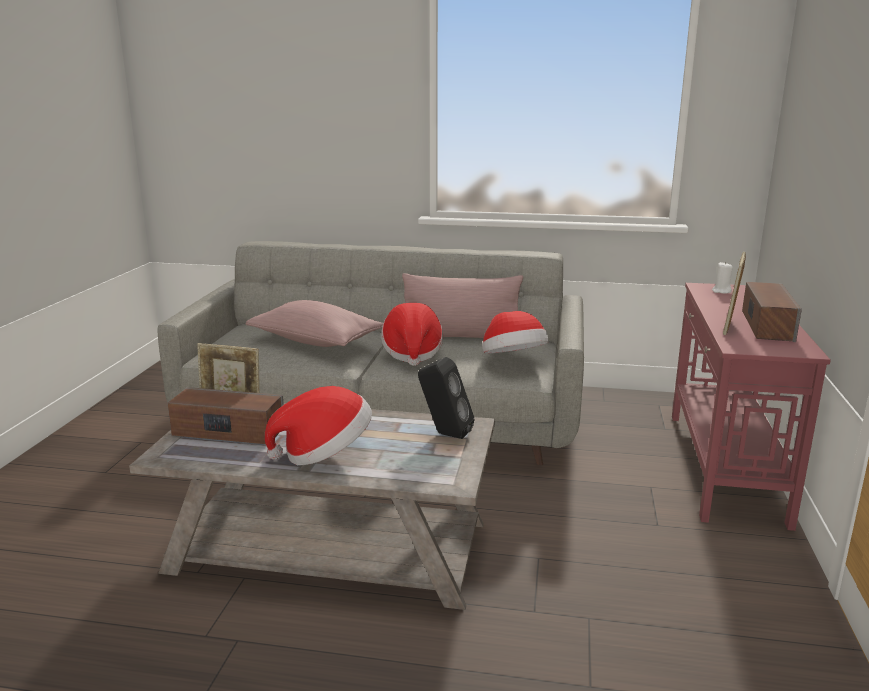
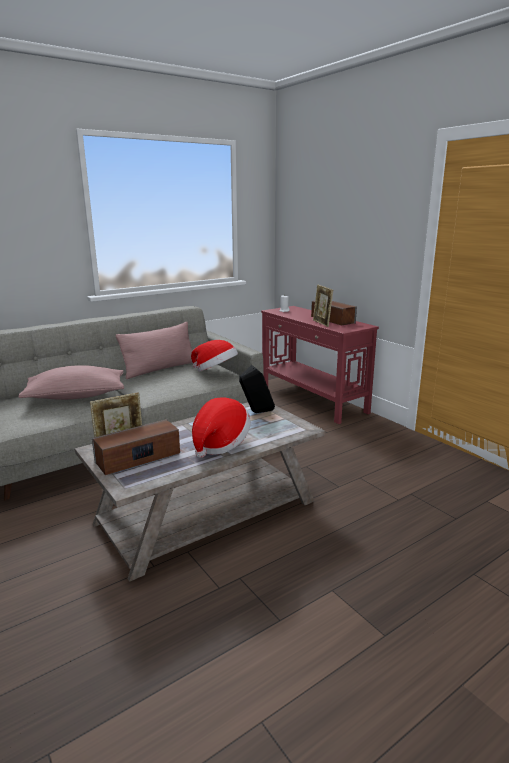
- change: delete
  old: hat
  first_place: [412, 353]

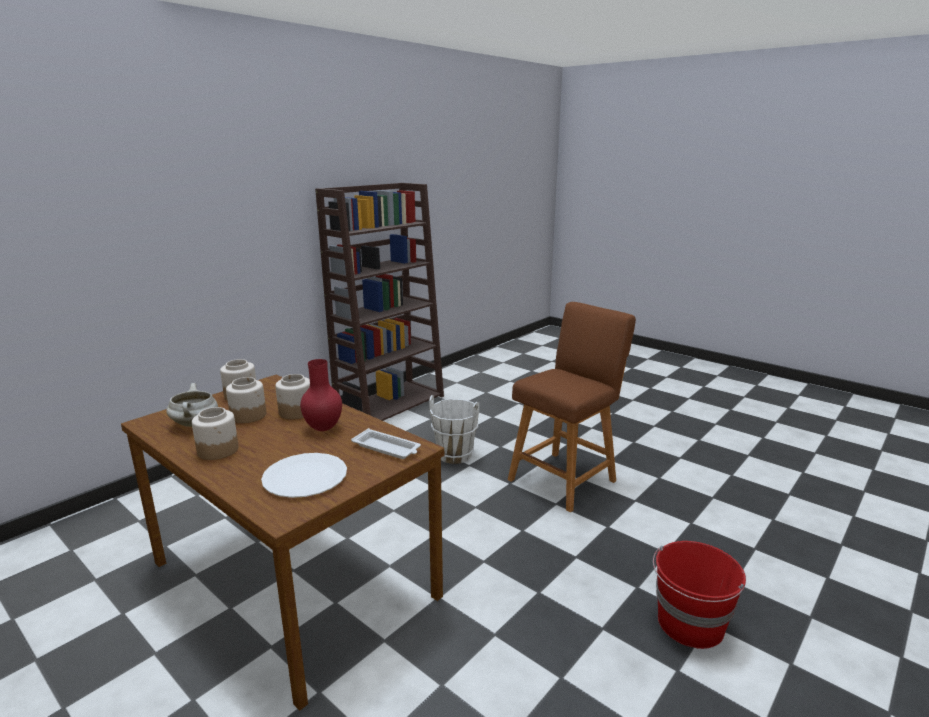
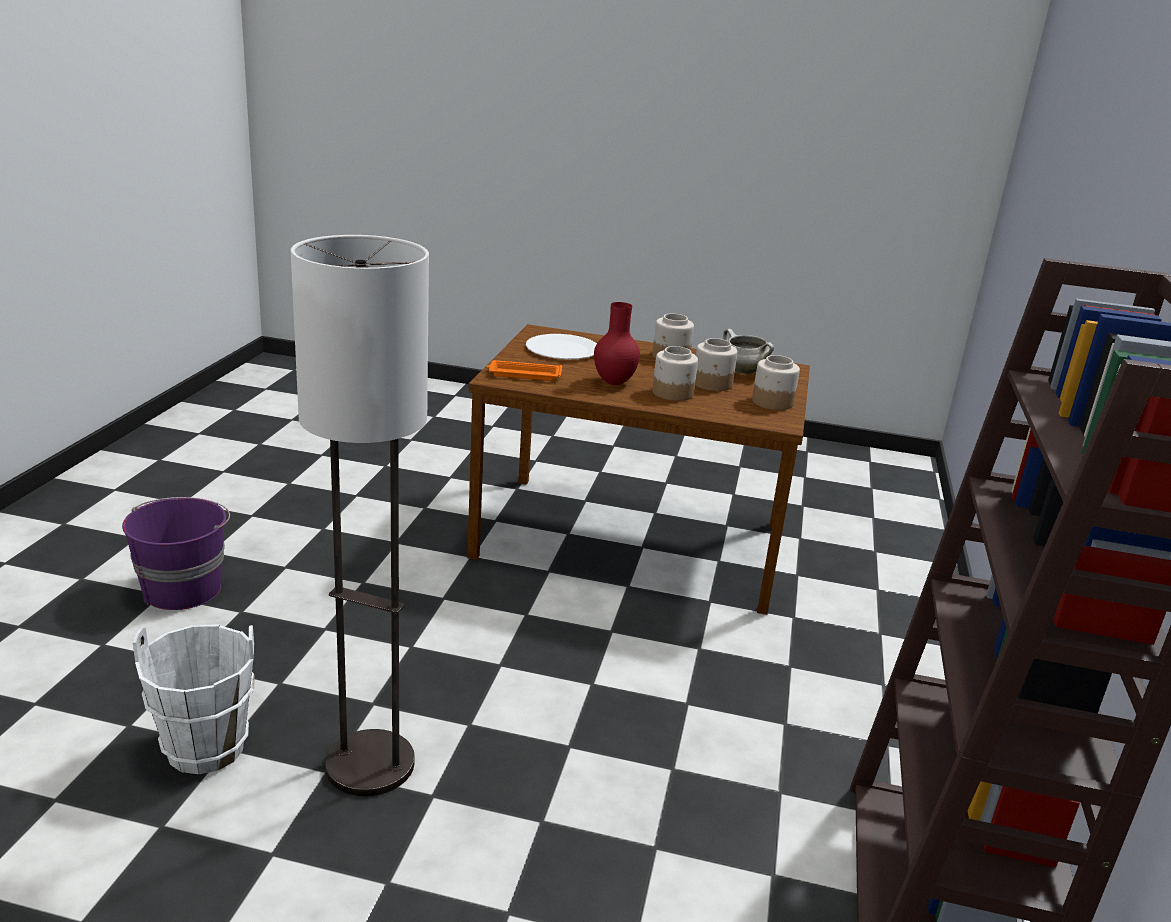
- change: recolor
  old: white tray
  new: orange tray
  first_place: [387, 448]
  second_place: [523, 374]
- change: move
  old: white pail
  first_place: [454, 455]
  second_place: [206, 749]
- change: replace
  old: brown-coloured stool
  new: standing lamp
  first_place: [565, 478]
  second_place: [369, 765]
- change: recolor
  old: reddish pail
  new: purple-coloured pail
  first_place: [690, 624]
  second_place: [183, 588]

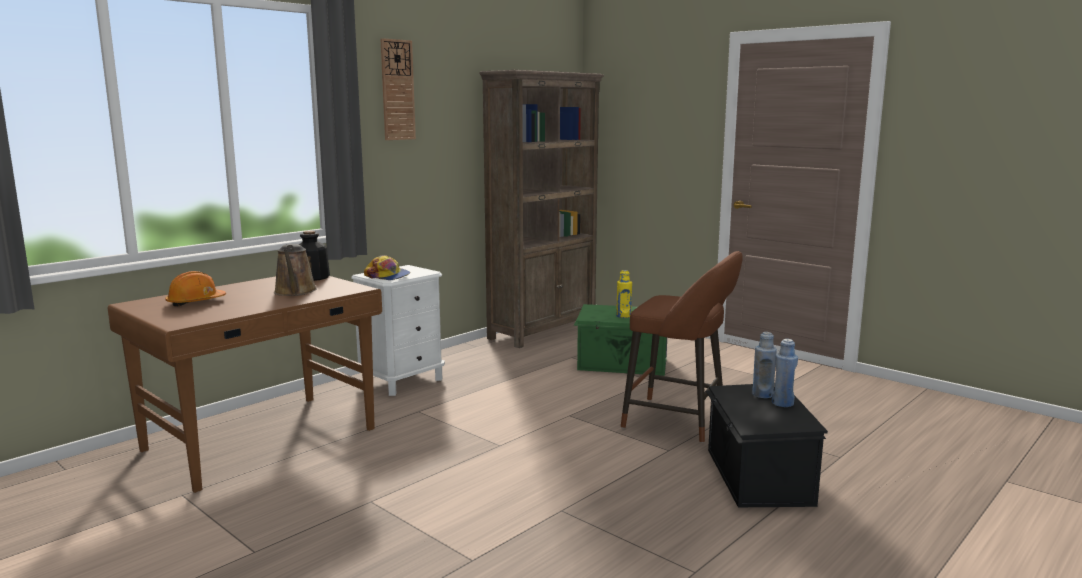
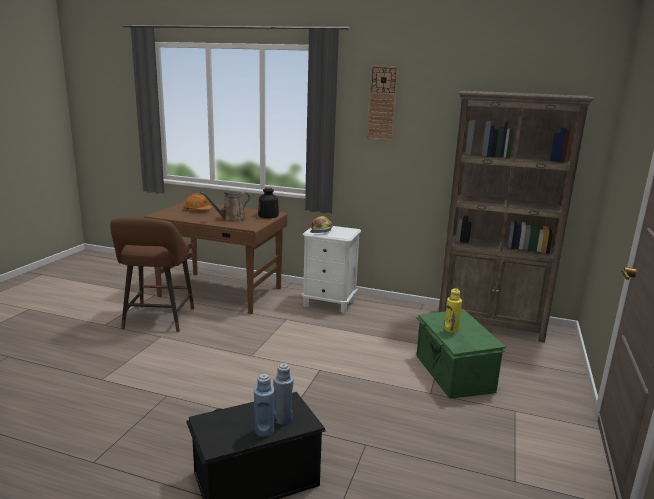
- change: move
  old: brown-coloured stool
  first_place: [680, 421]
  second_place: [157, 321]

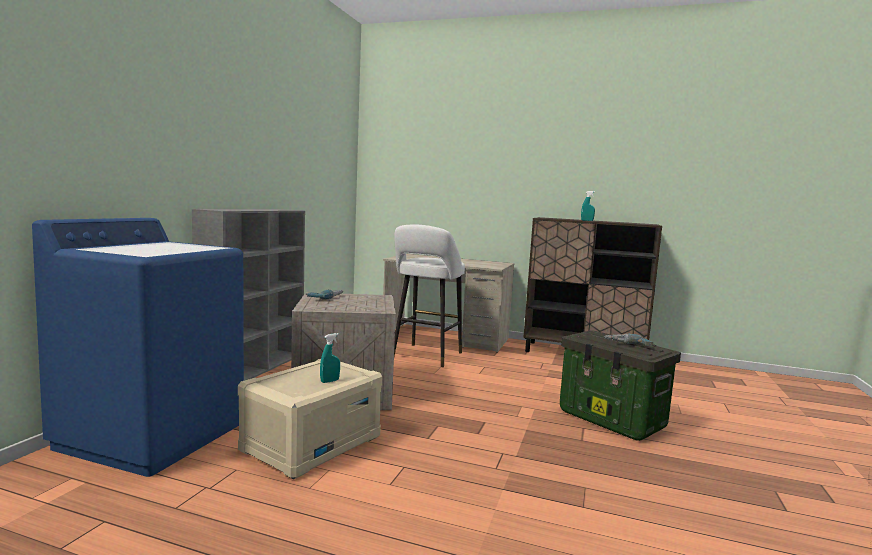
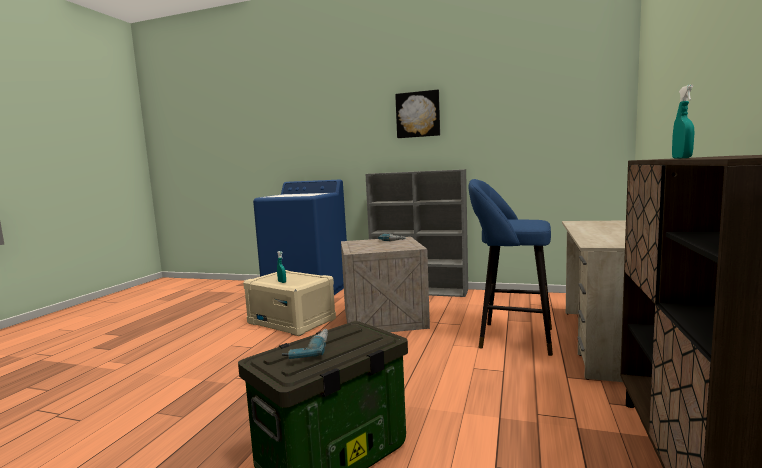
- change: recolor
  old: white stool
  new: blue-coloured stool
  first_place: [425, 356]
  second_place: [511, 337]
- change: insert
  new: wall art
  second_place: [418, 114]

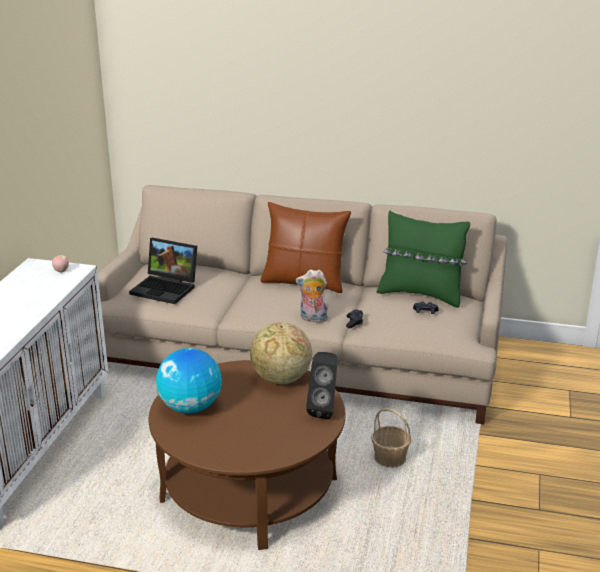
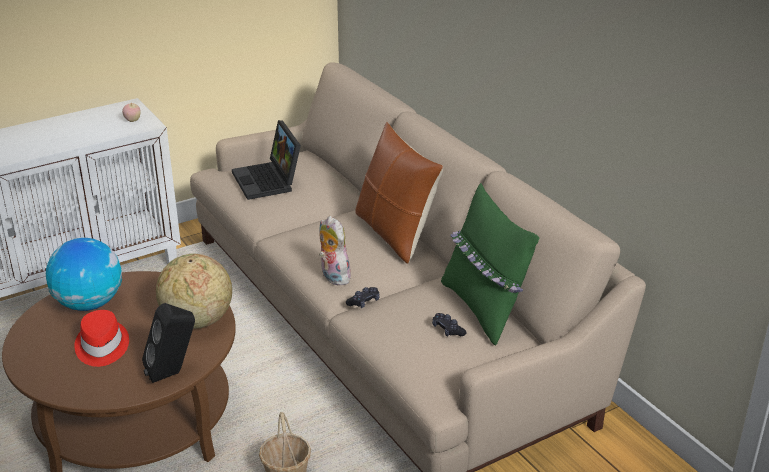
- change: insert
  new: reddish hat
  second_place: [101, 347]

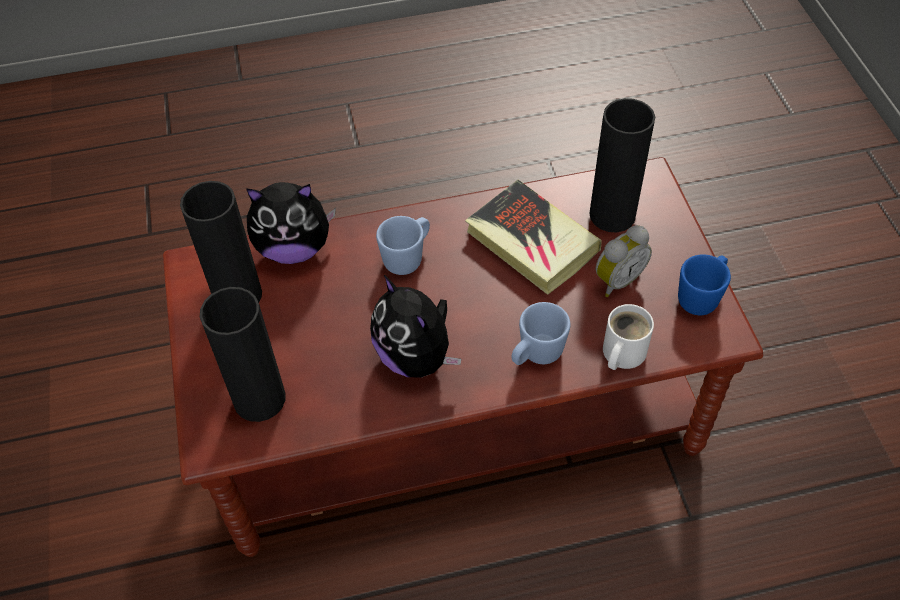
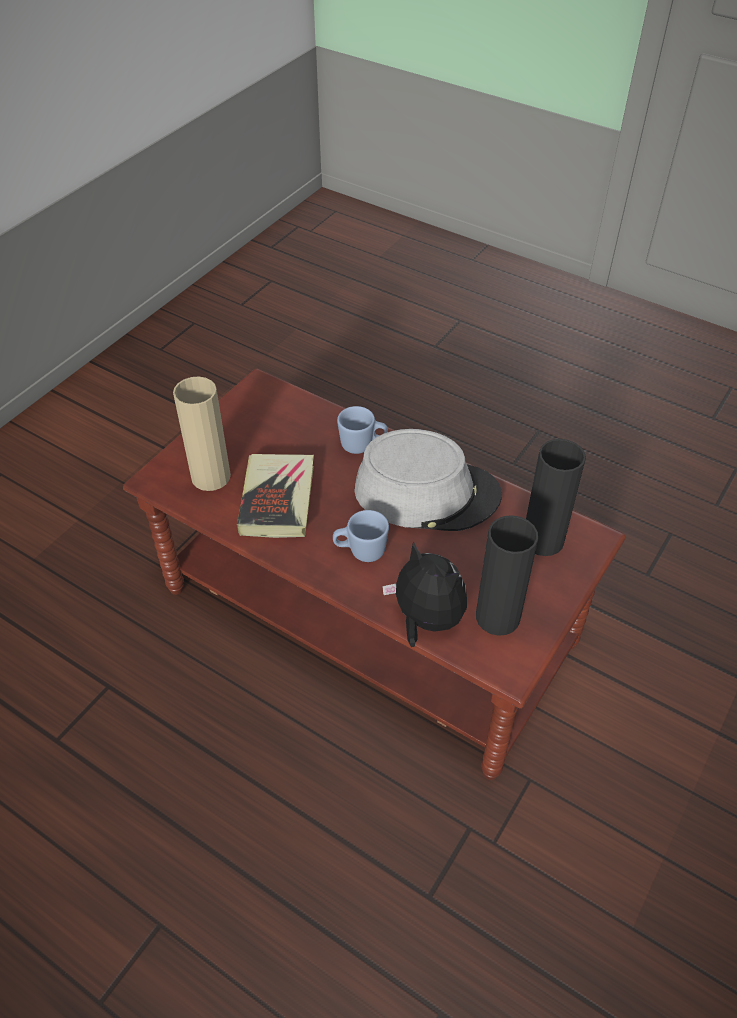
- change: replace
  old: cuddly toy
  new: grey hat
  first_place: [416, 357]
  second_place: [427, 493]
- change: recolor
  old: blackish flower vase
  new: beige flower vase
  first_place: [612, 215]
  second_place: [211, 477]
- change: delete
  old: table clock
  first_place: [616, 279]
- change: delete
  old: white mug
  first_place: [621, 353]
- change: delete
  old: blue-coloured mug
  first_place: [701, 297]

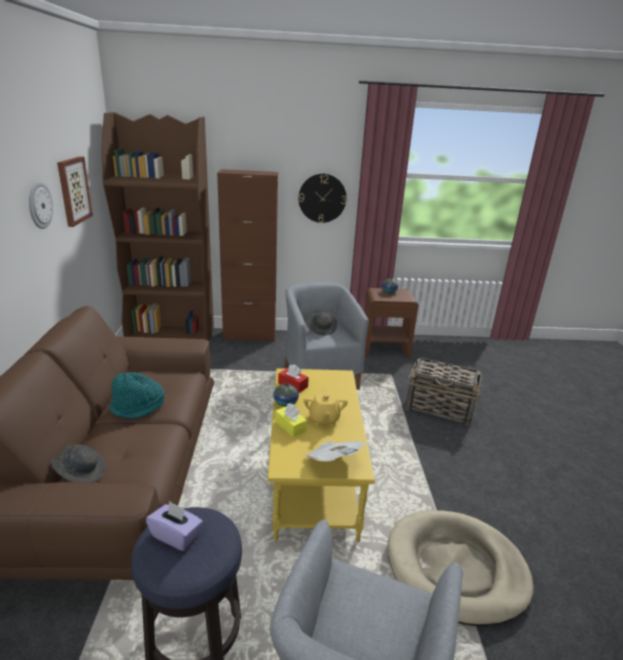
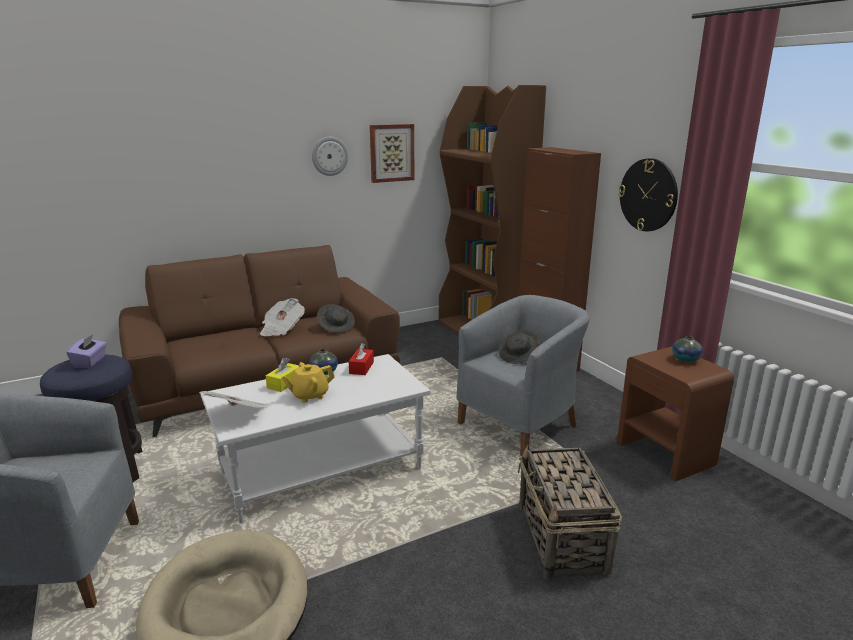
- change: move
  old: grey hat
  first_place: [81, 472]
  second_place: [336, 327]
- change: replace
  old: turquoise hat
  new: daily paper
  first_place: [138, 407]
  second_place: [281, 329]
- change: recolor
  old: yellowish low table
  new: white low table
  first_place: [312, 478]
  second_place: [322, 470]

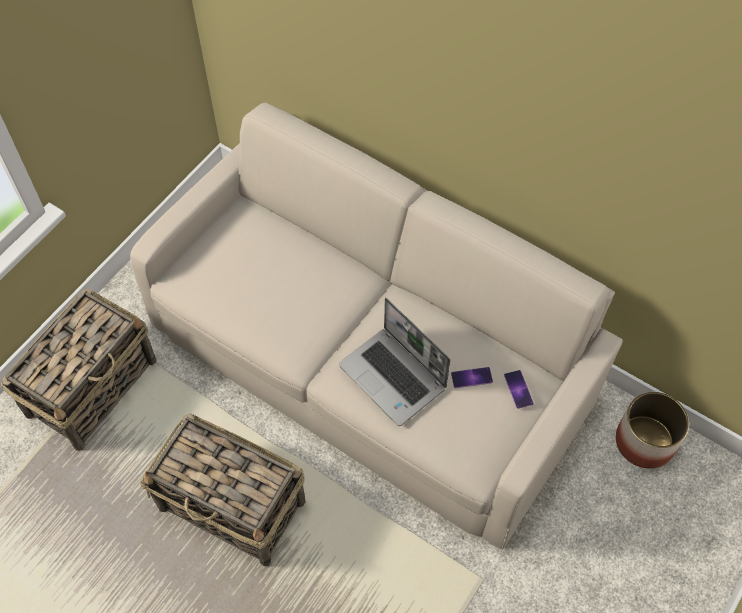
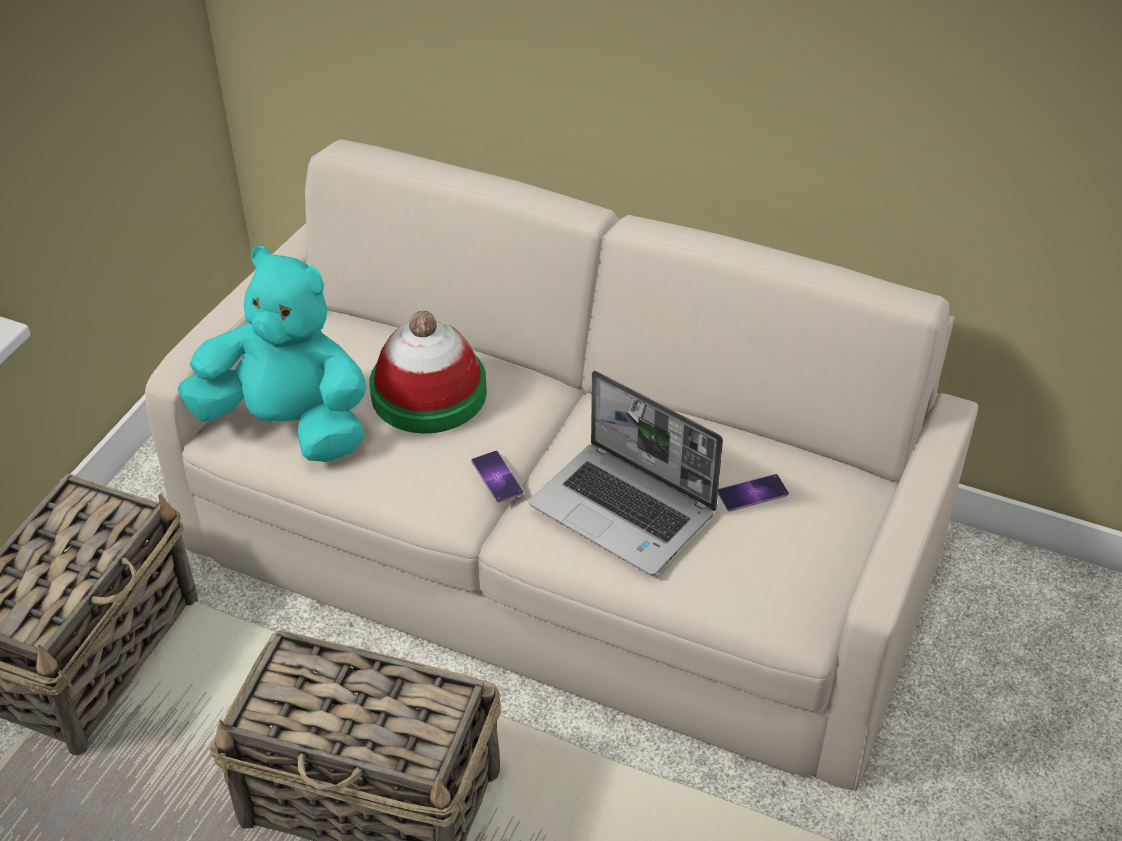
- change: move
  old: phone
  first_place: [518, 389]
  second_place: [497, 477]
- change: delete
  old: flower pot
  first_place: [645, 441]
- change: insert
  new: turquoise cuddly toy
  second_place: [289, 424]
- change: insert
  new: hat
  second_place: [428, 392]

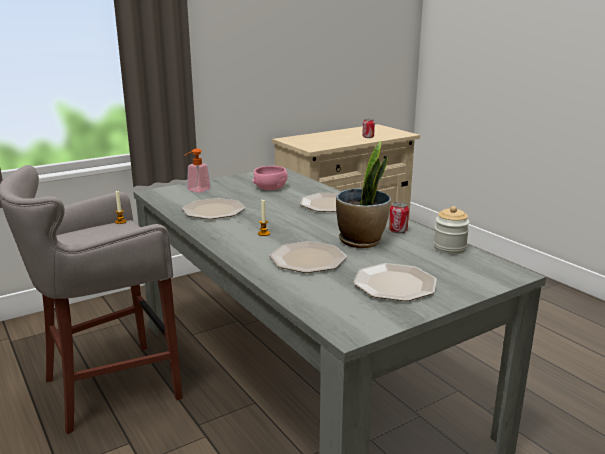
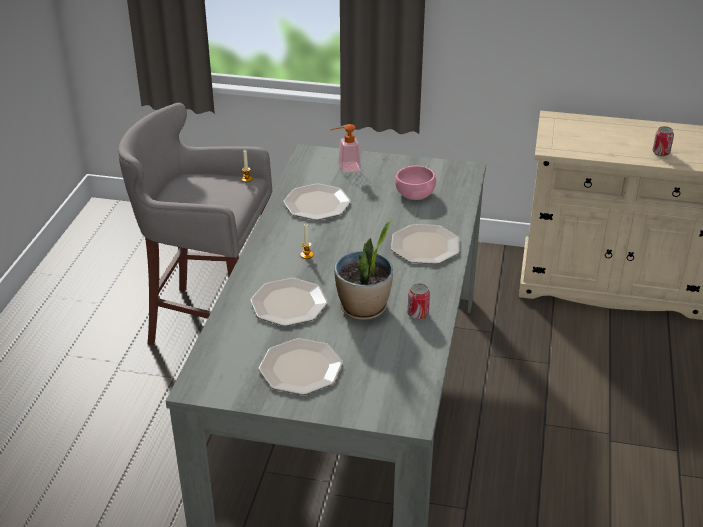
- change: delete
  old: storage jar
  first_place: [449, 248]

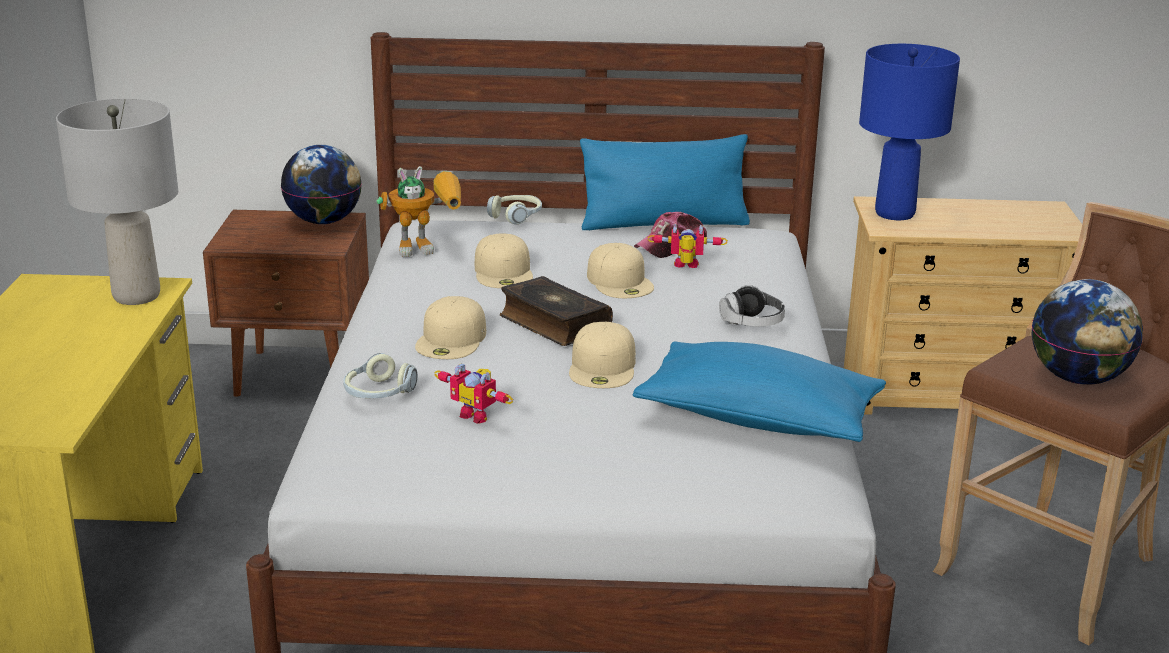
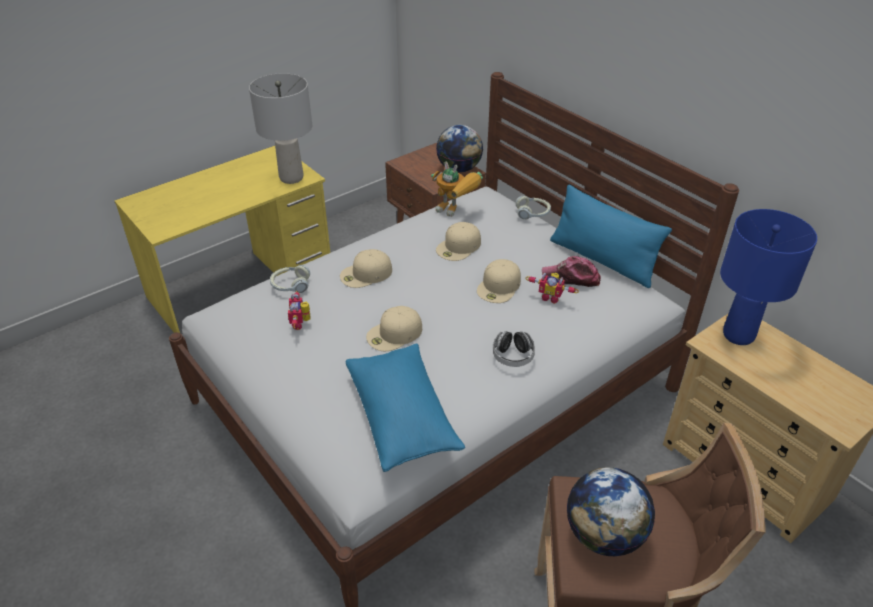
- change: delete
  old: book
  first_place: [553, 323]
- change: rotate
  old: robot figure
  first_place: [686, 267]
  second_place: [550, 297]
  degrees: 150

